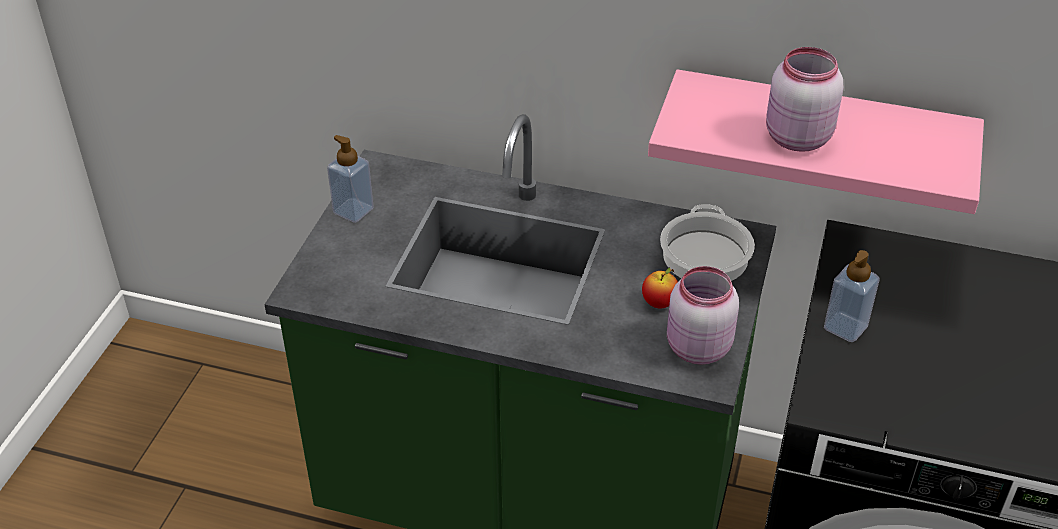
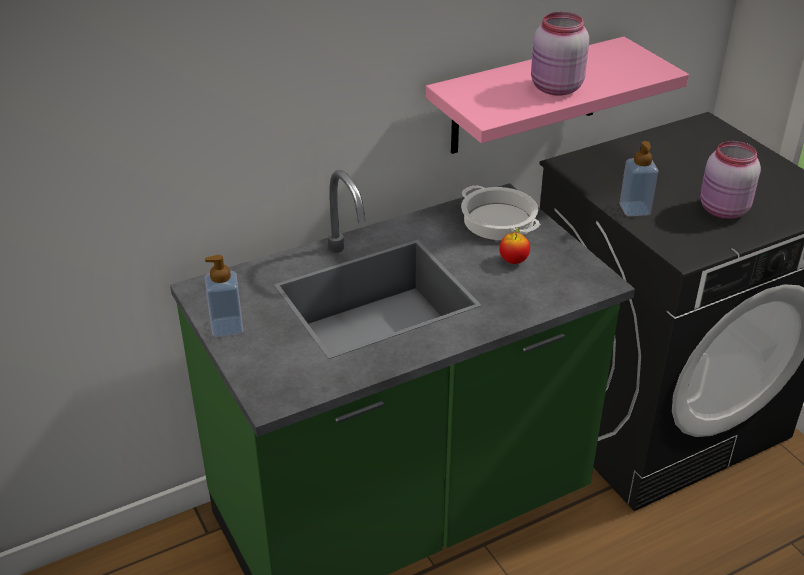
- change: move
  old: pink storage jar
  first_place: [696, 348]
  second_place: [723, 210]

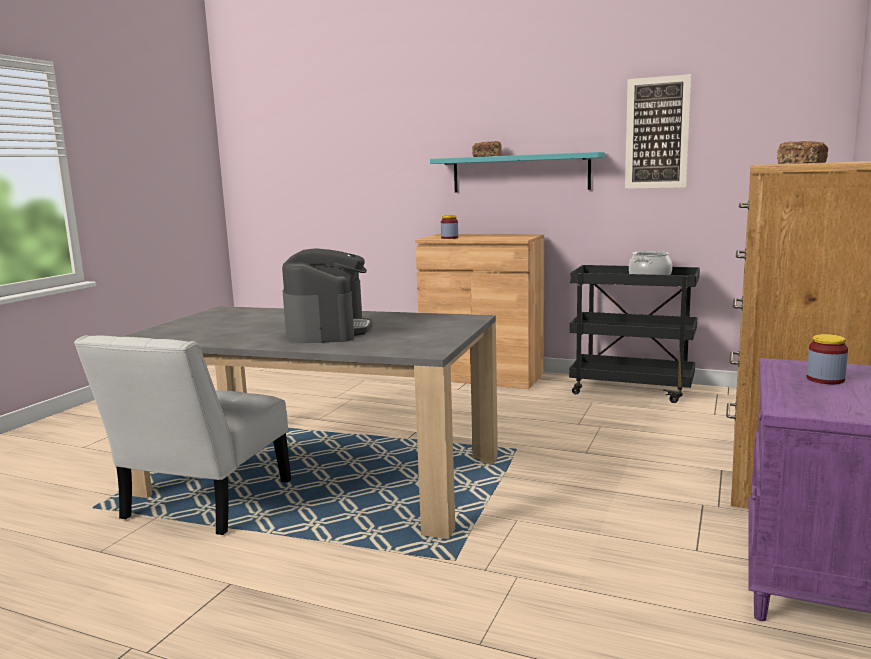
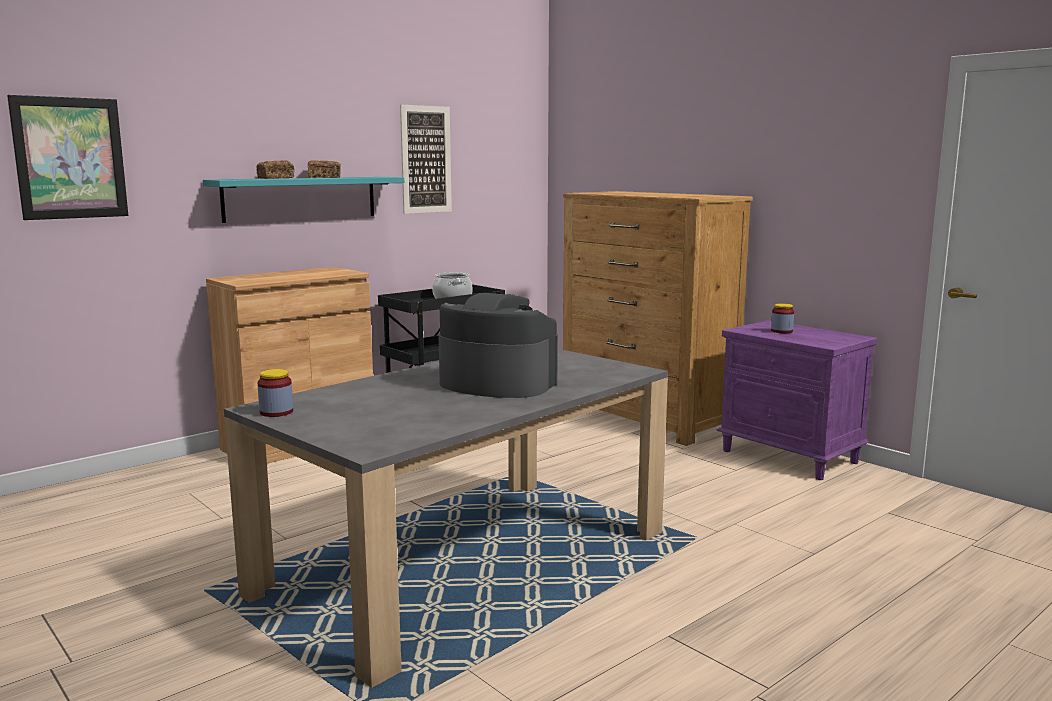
- change: delete
  old: white upright chair
  first_place: [202, 503]
- change: move
  old: storage jar
  first_place: [449, 238]
  second_place: [276, 412]
- change: move
  old: baked bread
  first_place: [801, 163]
  second_place: [324, 177]
- change: insert
  new: wall art
  second_place: [70, 158]

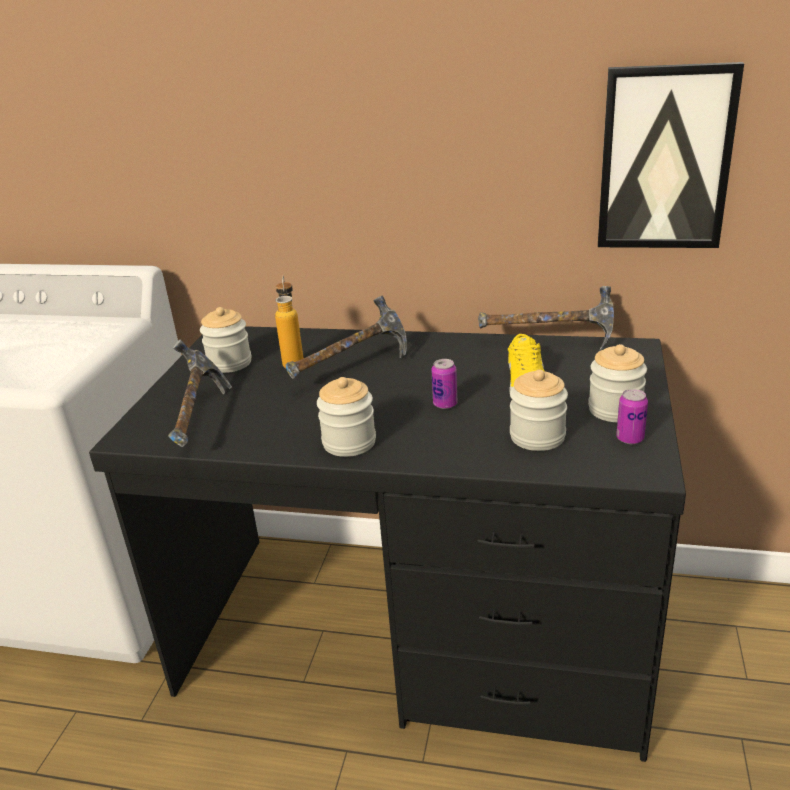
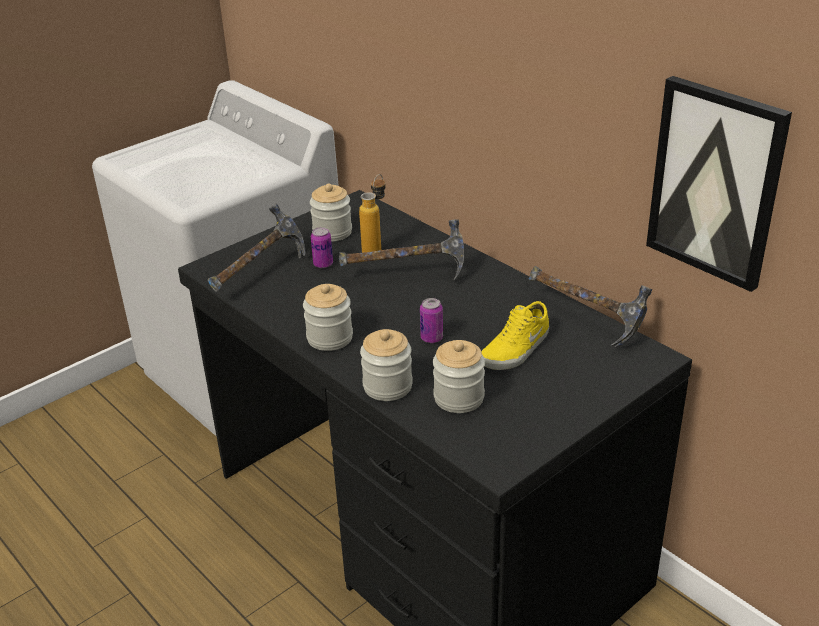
- change: move
  old: storage jar
  first_place: [615, 410]
  second_place: [387, 386]
- change: move
  old: sealed can
  first_place: [630, 438]
  second_place: [323, 264]

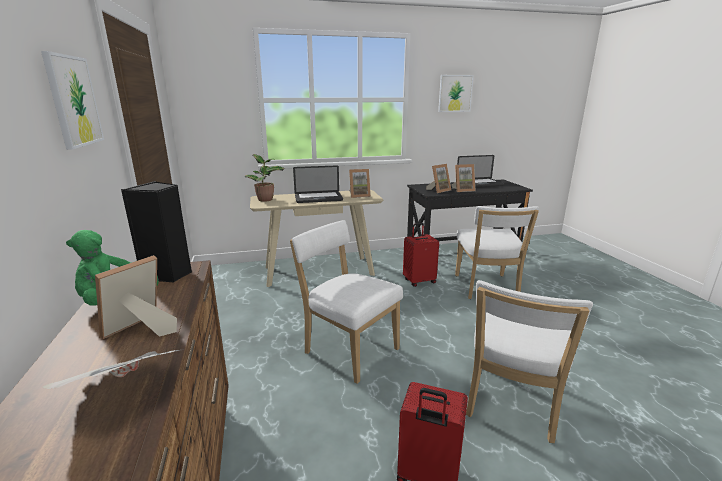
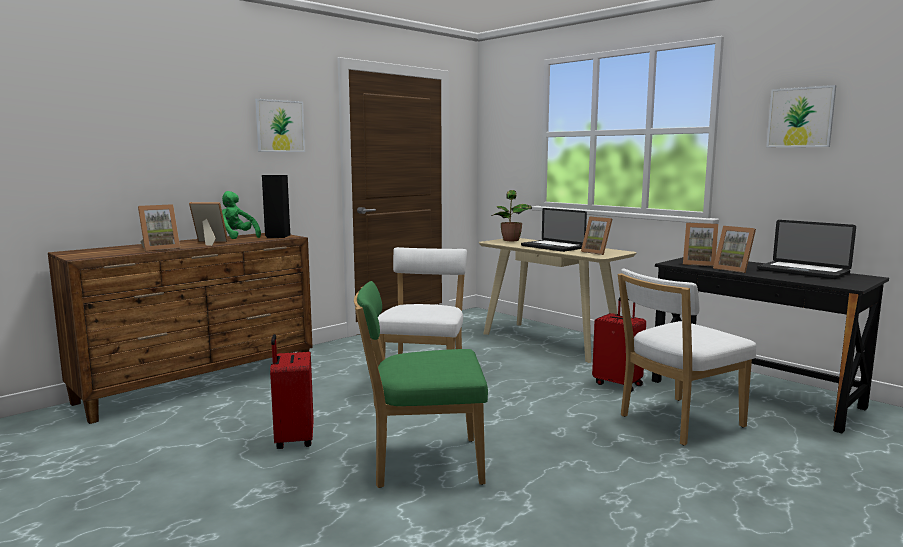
- change: replace
  old: daily paper
  new: standing frame
  first_place: [128, 390]
  second_place: [159, 249]
- change: recolor
  old: white upright chair
  new: green upright chair
  first_place: [511, 404]
  second_place: [421, 463]

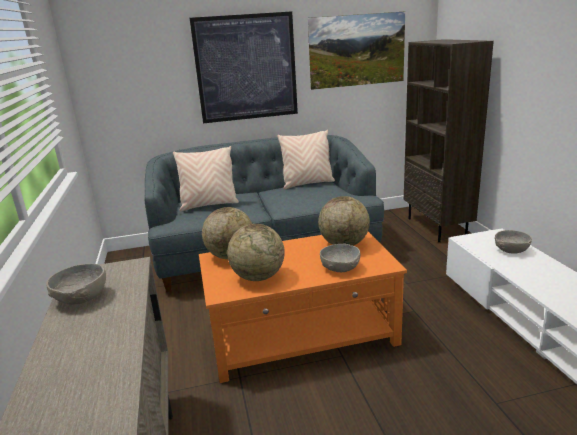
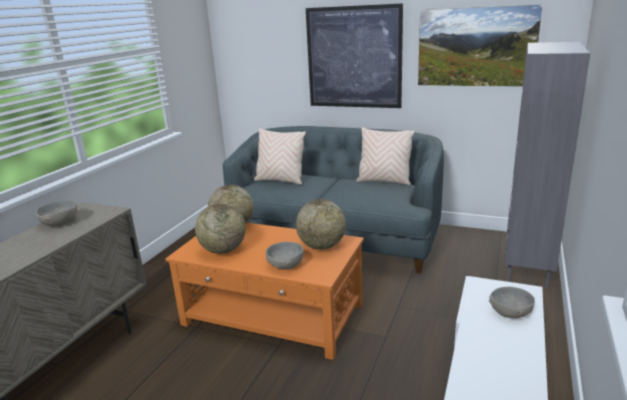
- change: recolor
  old: brown-coloured shelving unit
  new: grey shelving unit
  first_place: [437, 227]
  second_place: [528, 266]

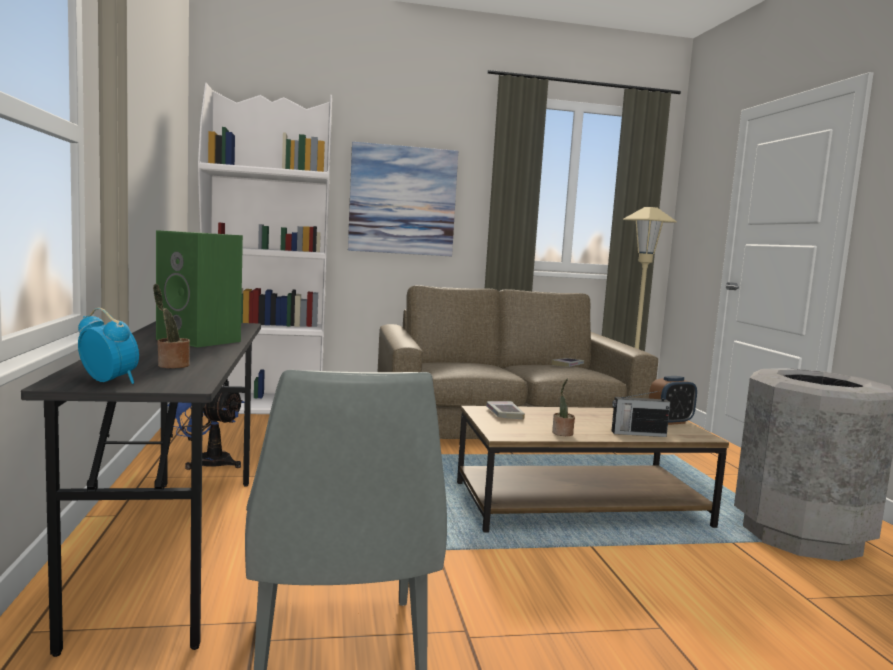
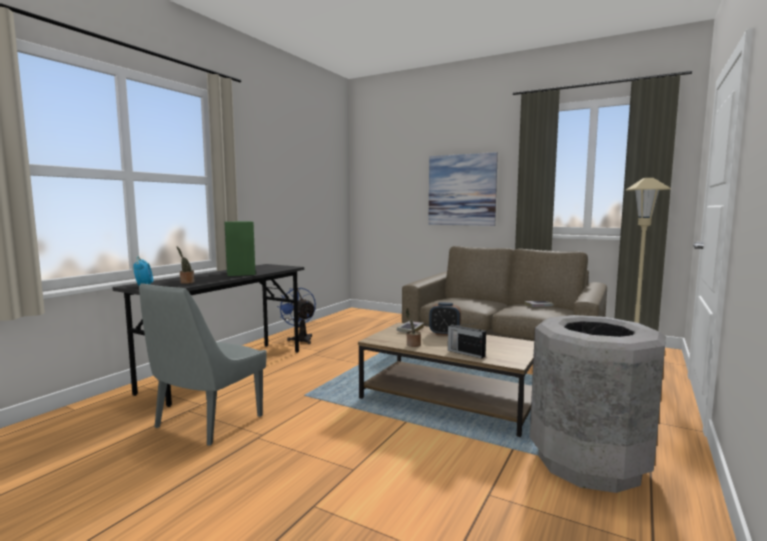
- change: delete
  old: white shelving unit
  first_place: [263, 405]
- change: move
  old: table clock
  first_place: [670, 422]
  second_place: [444, 333]

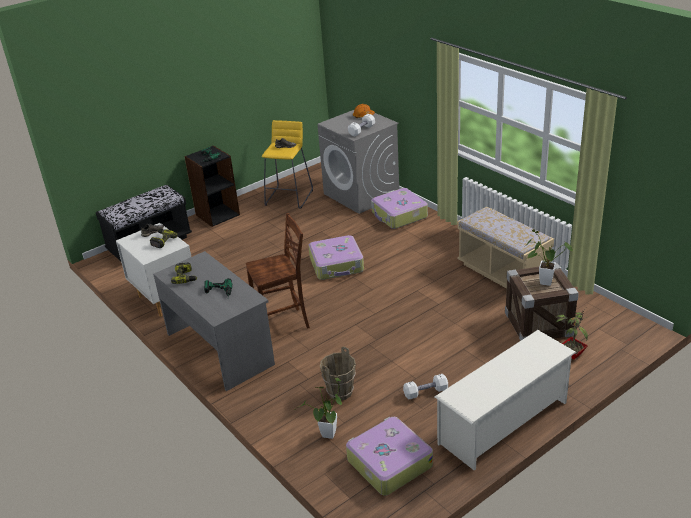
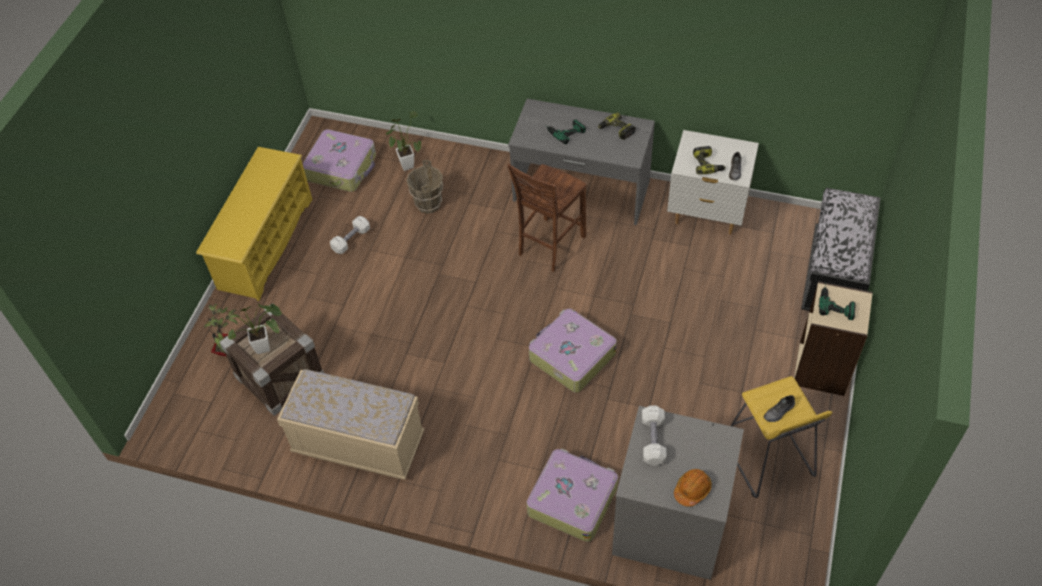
- change: recolor
  old: blackish shelving unit
  new: beige shelving unit
  first_place: [217, 215]
  second_place: [822, 369]
- change: recolor
  old: white shoe rack
  new: yellowish shoe rack
  first_place: [504, 423]
  second_place: [265, 243]

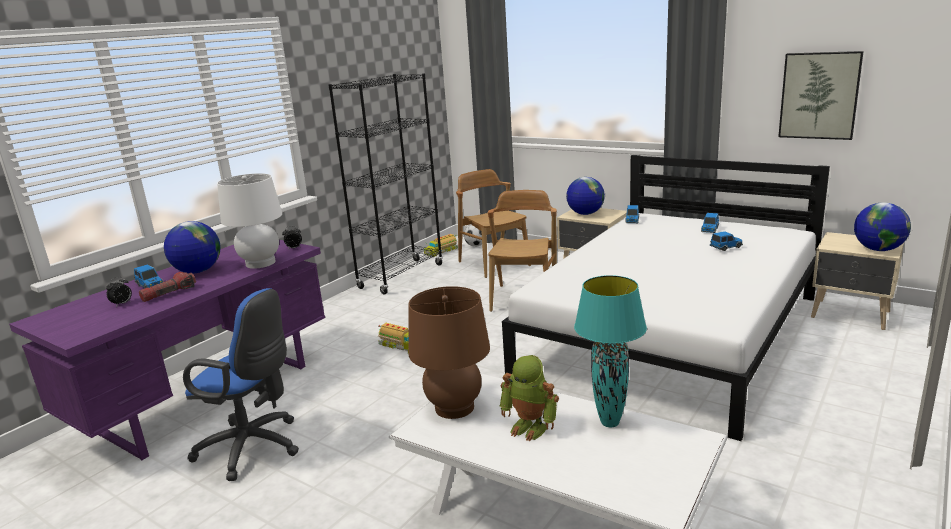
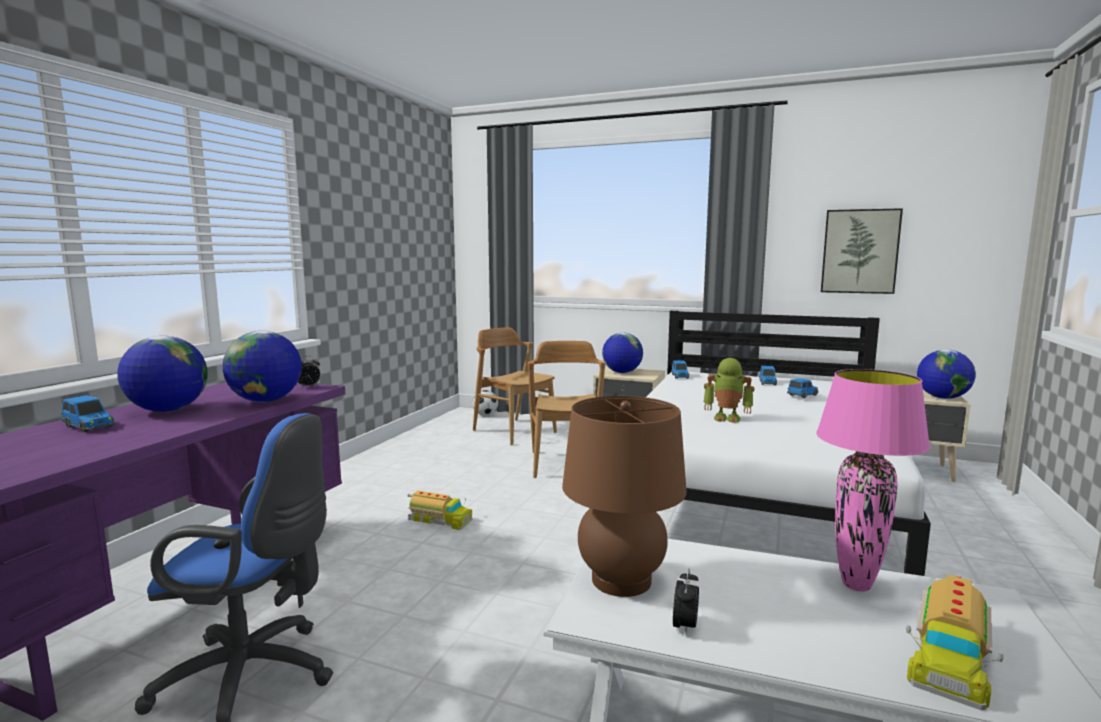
- change: move
  old: table clock
  first_place: [122, 304]
  second_place: [685, 627]
- change: delete
  old: torch
  first_place: [169, 293]
- change: replace
  old: white lamp for a table
  new: desk globe
  first_place: [260, 263]
  second_place: [265, 401]
- change: delete
  old: blackish shelving unit
  first_place: [401, 276]
- change: move
  old: toy lorry
  first_place: [441, 251]
  second_place: [947, 656]
- change: move
  old: robot figure
  first_place: [530, 427]
  second_place: [727, 418]
- change: recolor
  old: turquoise lamp for a table
  new: pink lamp for a table
  first_place: [610, 423]
  second_place: [857, 585]

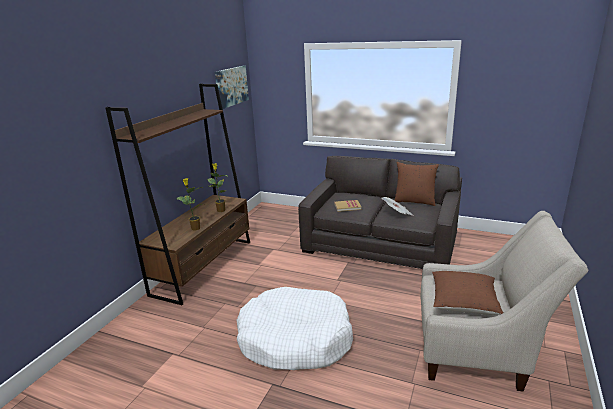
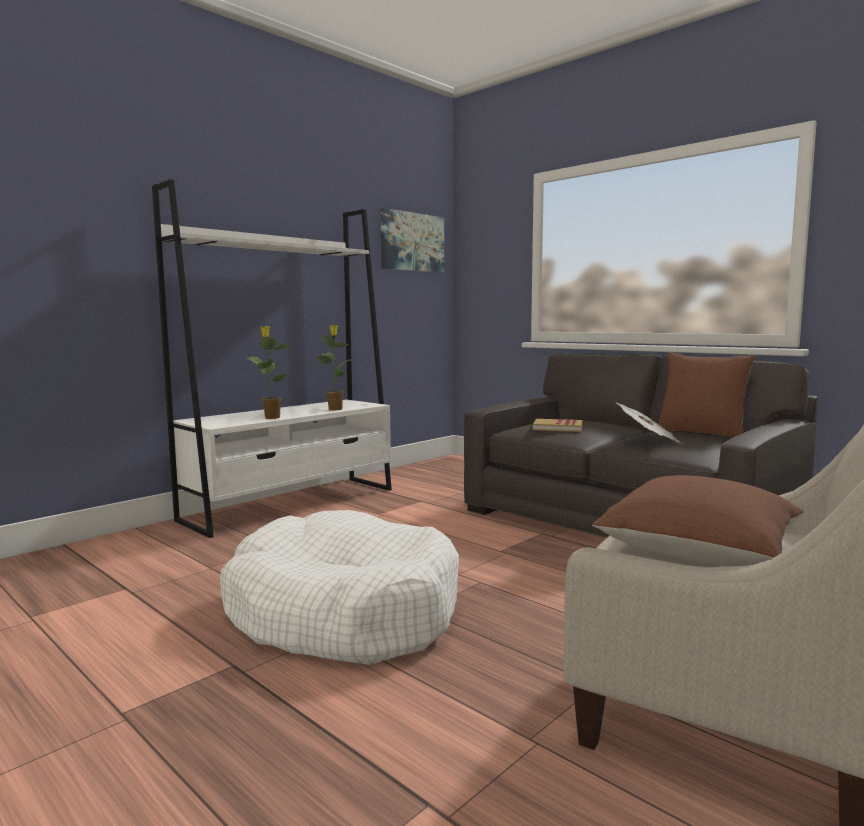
- change: recolor
  old: brown-coloured shelving unit
  new: white shelving unit
  first_place: [204, 266]
  second_place: [292, 504]

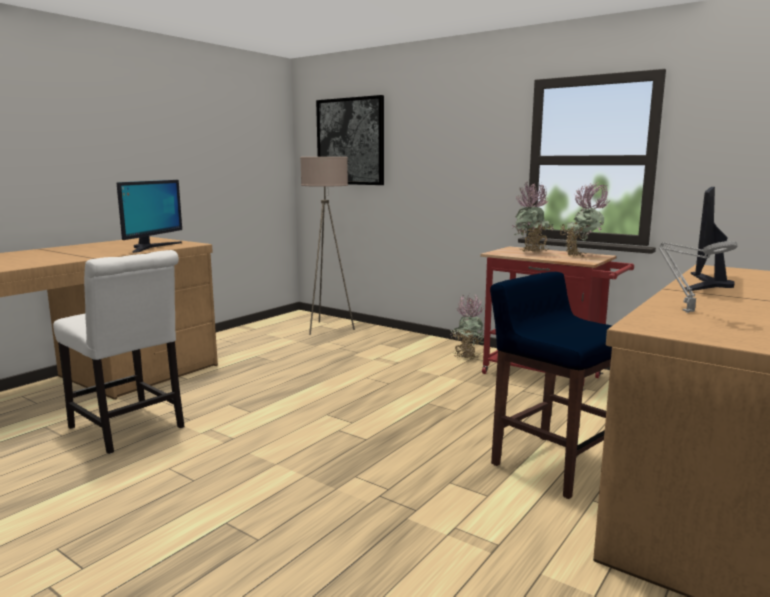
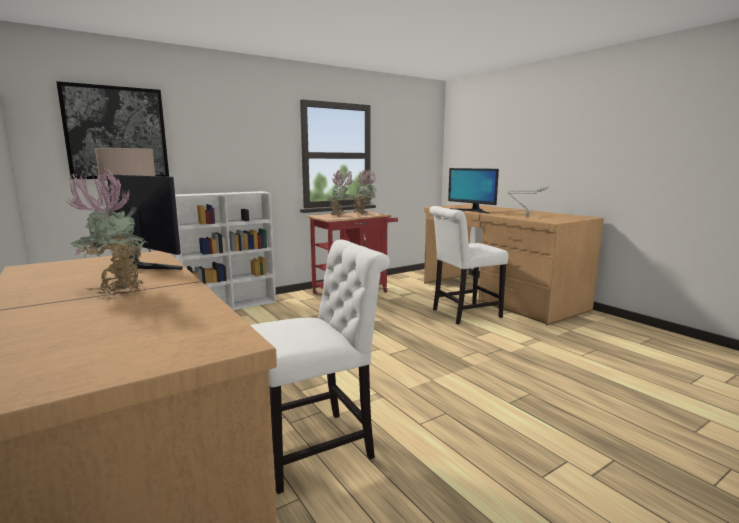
- change: move
  old: potted plant
  first_place: [467, 356]
  second_place: [115, 289]
- change: replace
  old: blue-coloured stool
  new: white upright chair
  first_place: [552, 464]
  second_place: [463, 314]
- change: insert
  new: white shelving unit
  second_place: [230, 306]

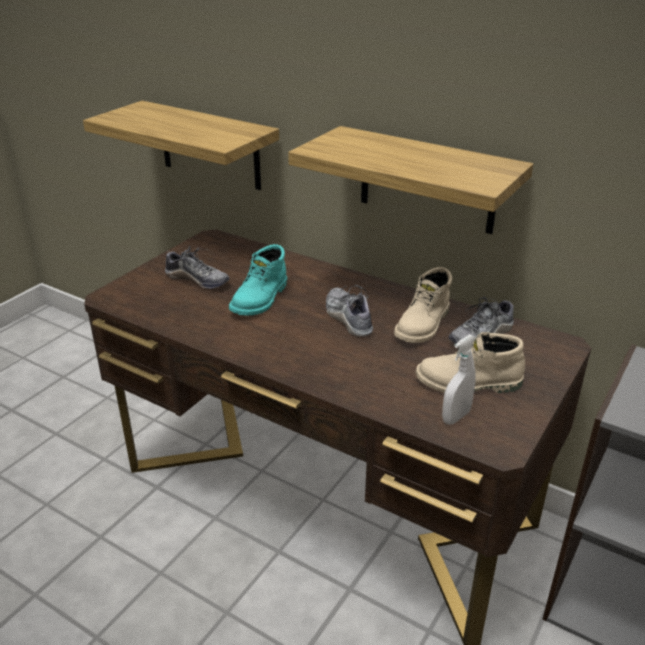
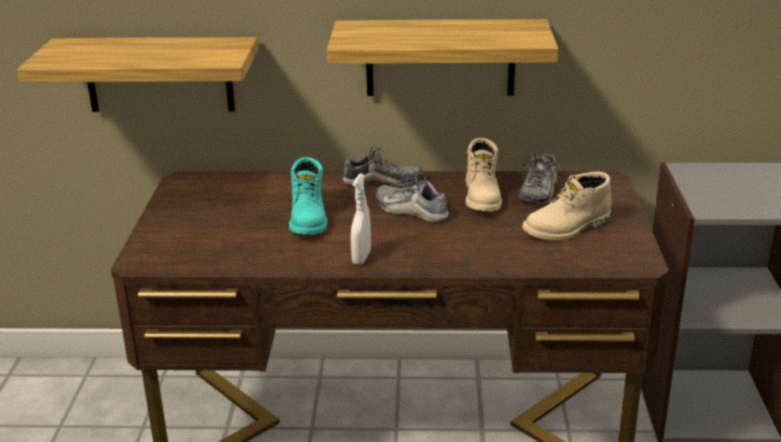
- change: move
  old: low shoe
  first_place: [197, 280]
  second_place: [382, 182]
- change: move
  old: white spray bottle
  first_place: [456, 417]
  second_place: [361, 258]

